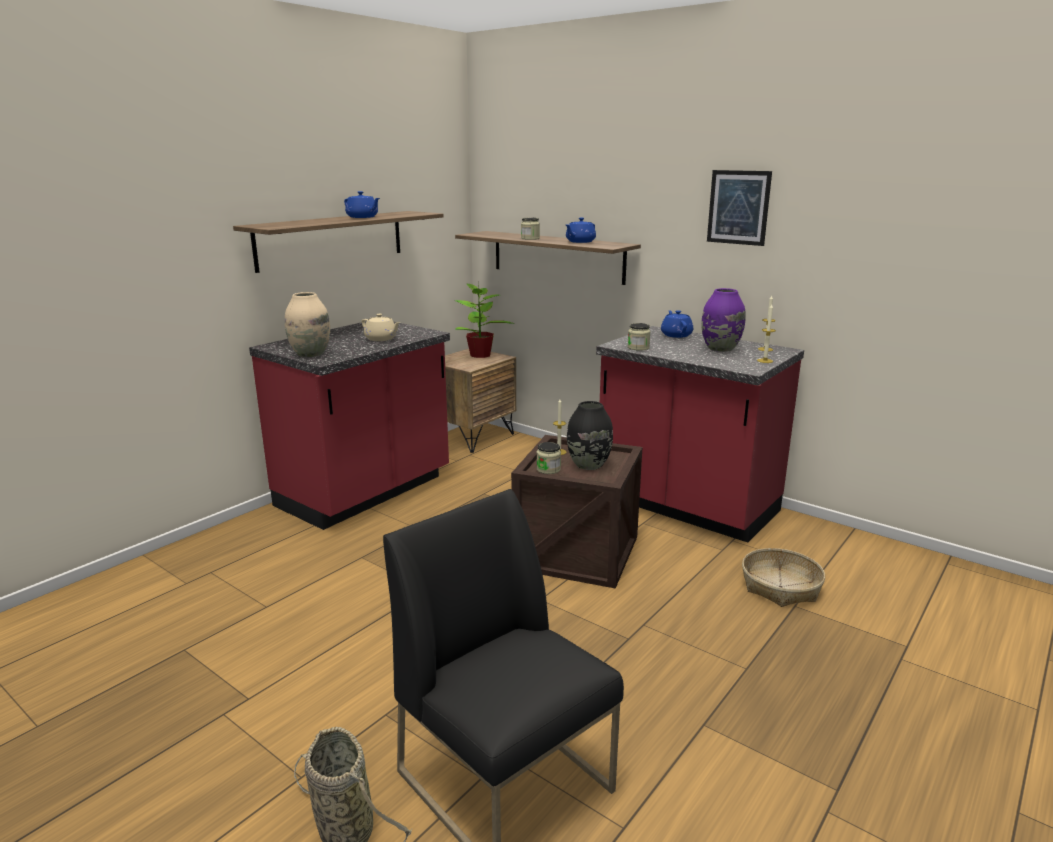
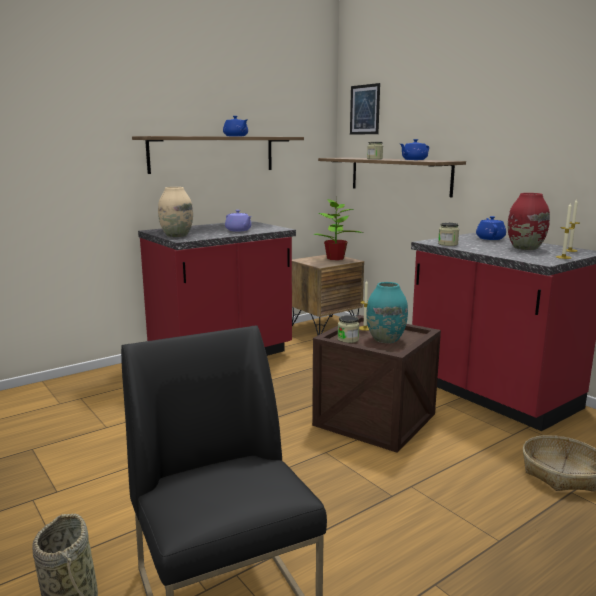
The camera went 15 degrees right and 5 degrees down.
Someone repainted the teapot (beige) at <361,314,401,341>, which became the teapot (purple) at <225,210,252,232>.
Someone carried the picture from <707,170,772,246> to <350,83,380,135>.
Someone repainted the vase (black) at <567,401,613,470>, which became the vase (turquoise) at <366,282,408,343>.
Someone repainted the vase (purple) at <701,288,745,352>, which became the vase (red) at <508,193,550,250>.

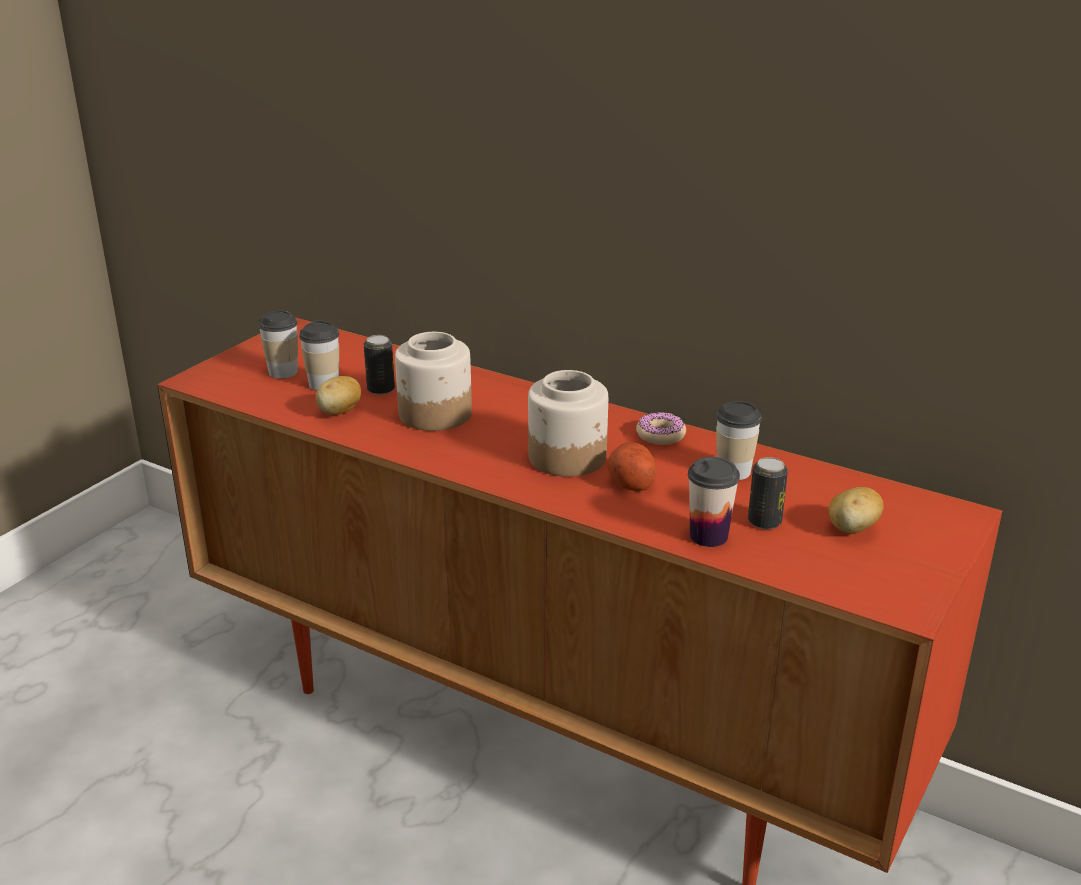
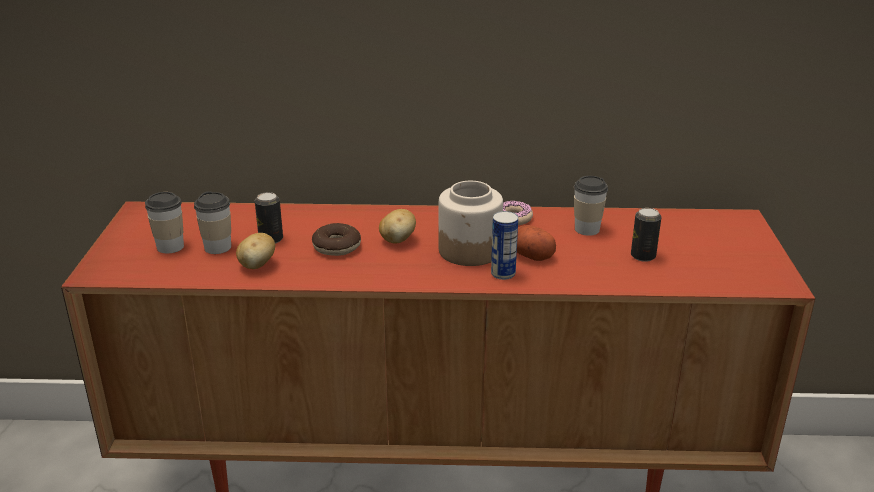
The camera went 30 degrees left and 0 degrees up.
Someone swapped the jar at <395,332,472,431> for the donut at <312,223,361,256>.
Someone carried the potato from <828,487,884,534> to <379,209,416,244>.
Someone put down the can at <491,211,518,280>.
Someone took away the cup at <688,457,740,547>.

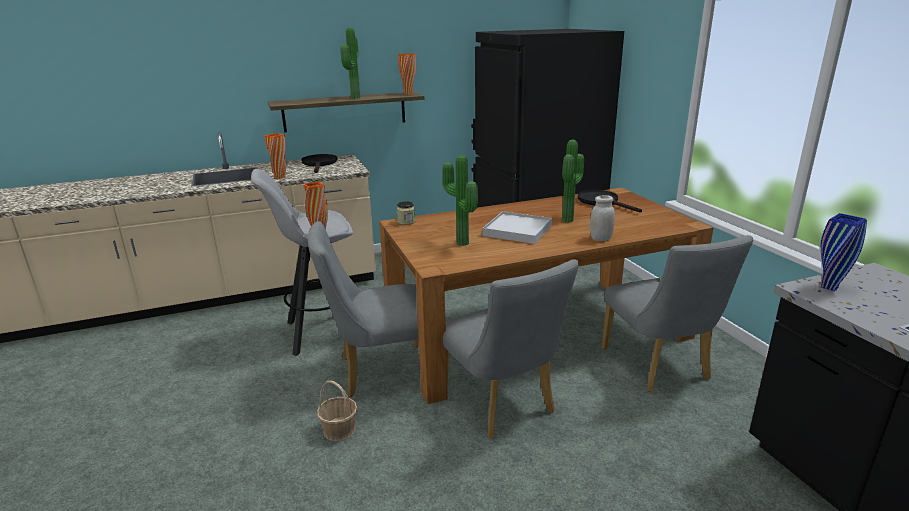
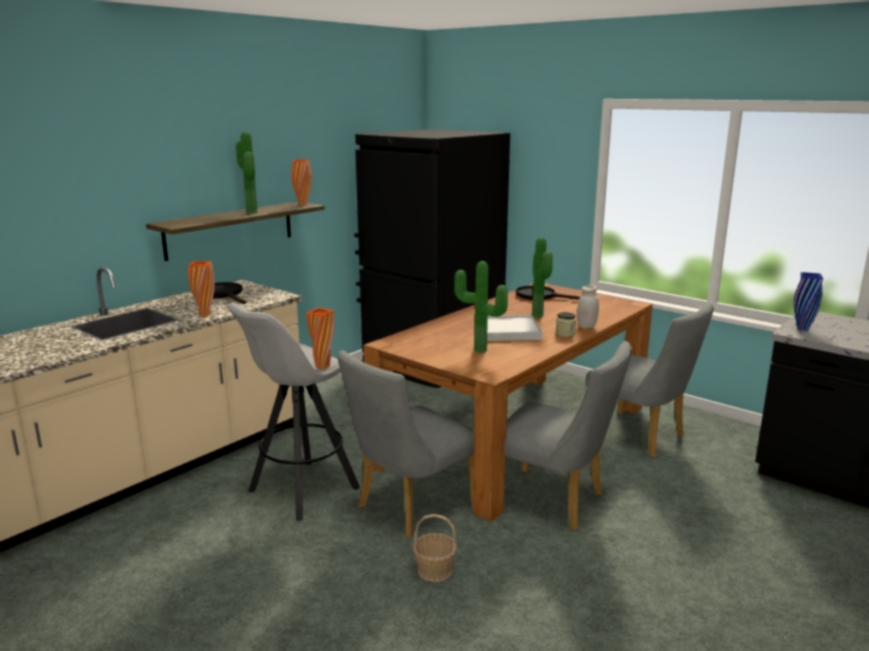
The camera went 30 degrees left and 5 degrees down.
Someone carried the jar from <397,201,415,225> to <556,312,576,337>.

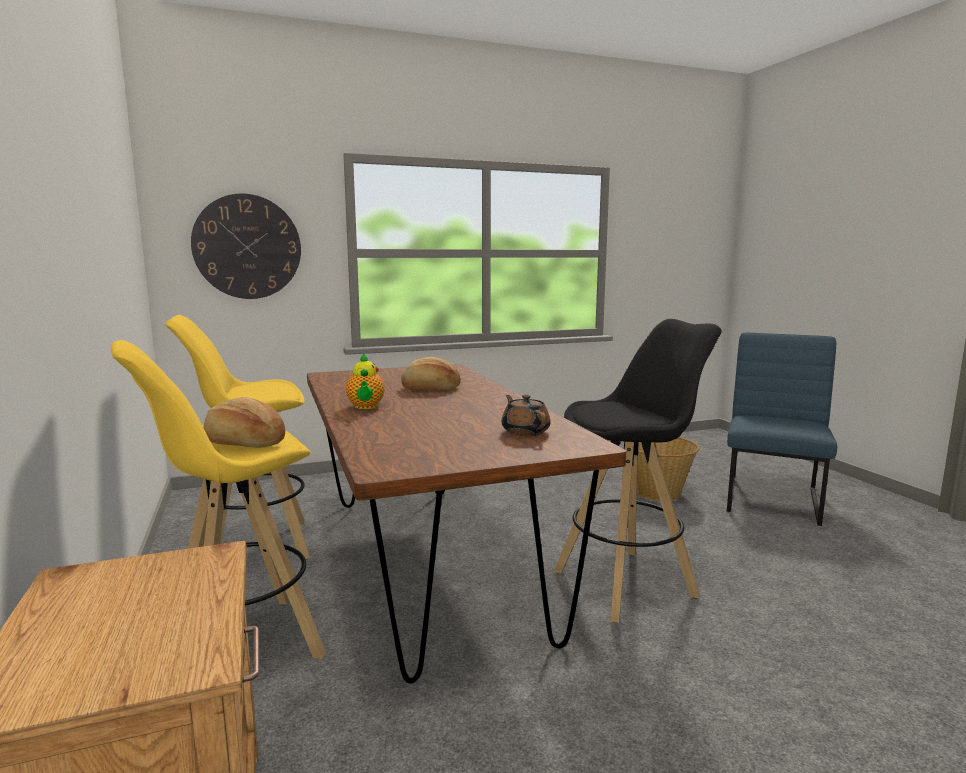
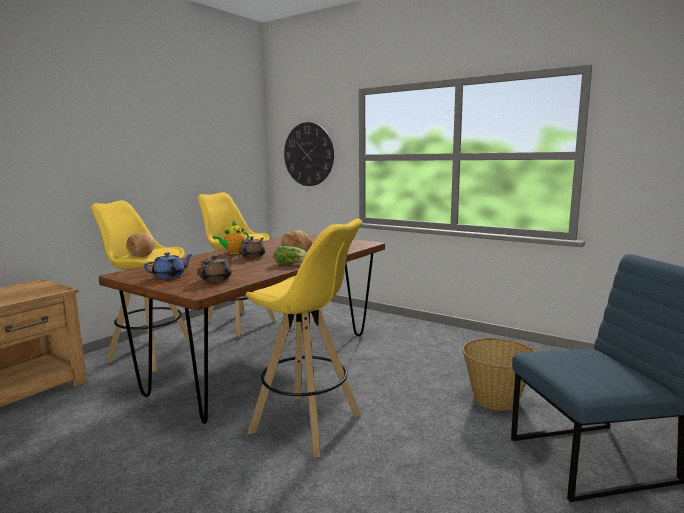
The camera went 55 degrees right and 0 degrees up.
Someone put down the teapot (blue) at <144,252,193,279>.
Someone put down the teapot (brown) at <239,236,265,258>.
Someone repainted the stool (black) at <554,319,722,623>, which became the stool (yellow) at <246,219,363,458>.
Someone put down the lettuce at <274,246,307,264>.

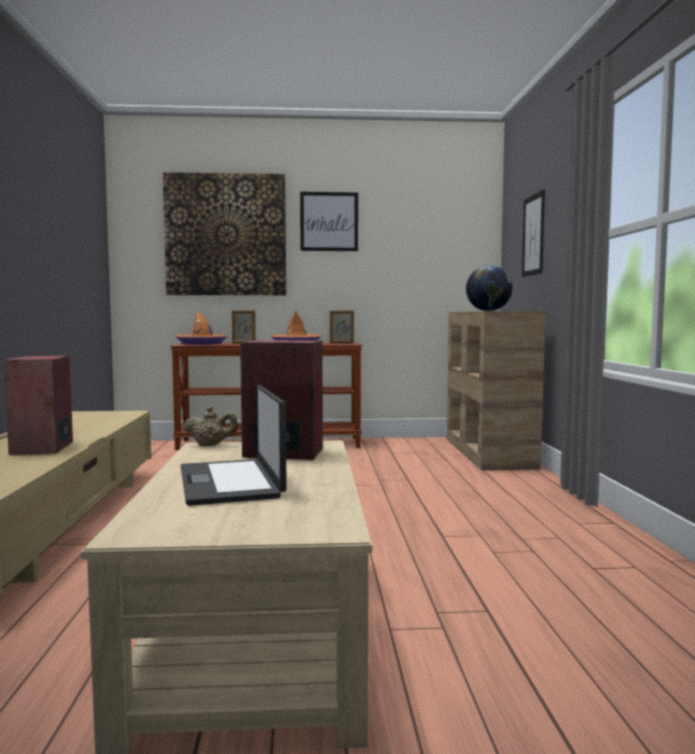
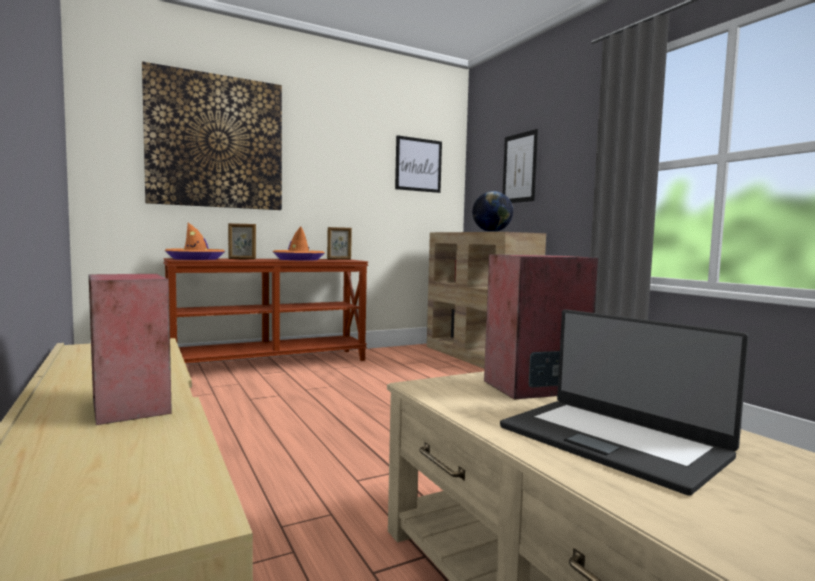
The camera went 25 degrees left and 0 degrees up.
Someone carried the picture from <300,192,358,251> to <395,135,442,193>.
Someone took away the teapot (beige) at <184,406,238,446>.

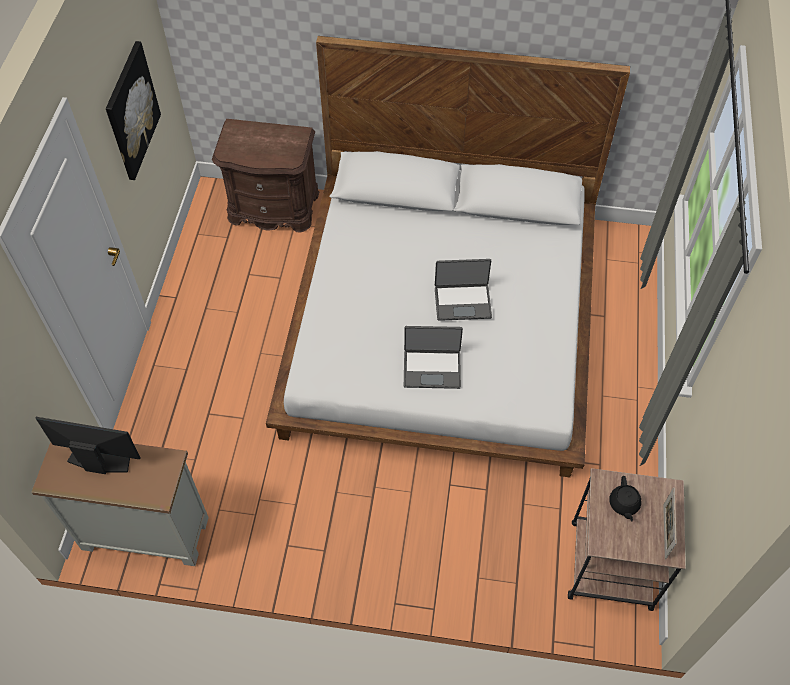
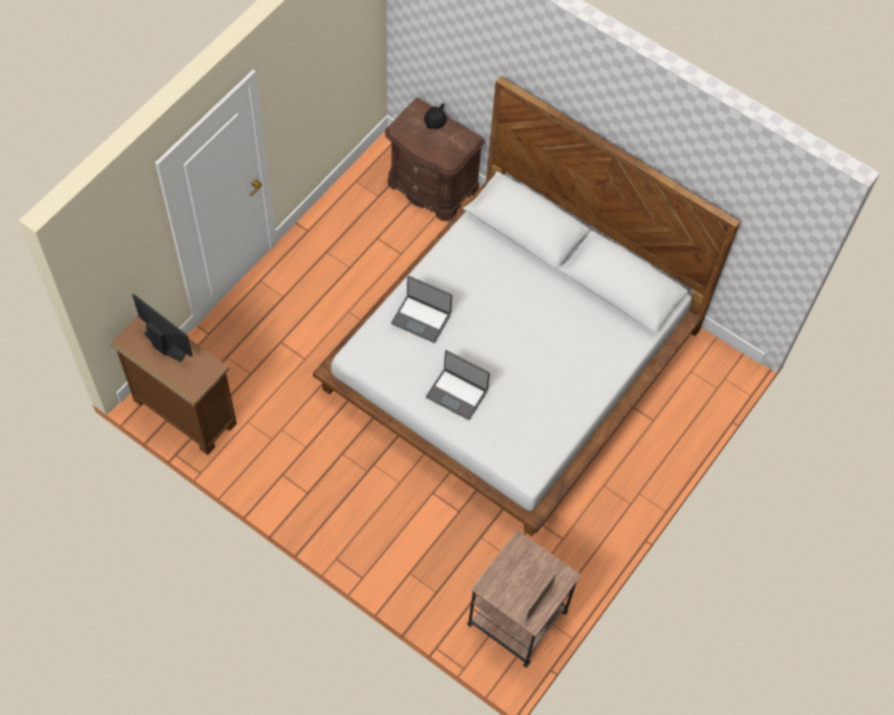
The camera went 25 degrees right and 5 degrees up.
Someone repainted the dresser (white) at <31,442,209,566>, which became the dresser (brown) at <110,315,237,455>.
Someone carried the laptop from <435,259,492,321> to <391,276,452,343>.
Someone carried the teapot (black) from <610,476,641,521> to <424,104,447,129>.
Someone took away the picture at <106,41,161,180>.

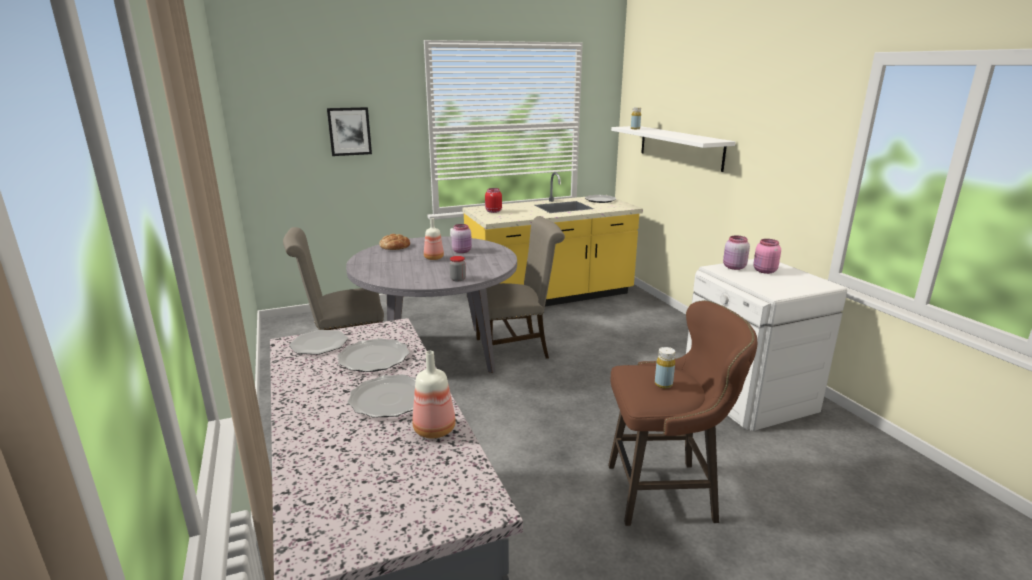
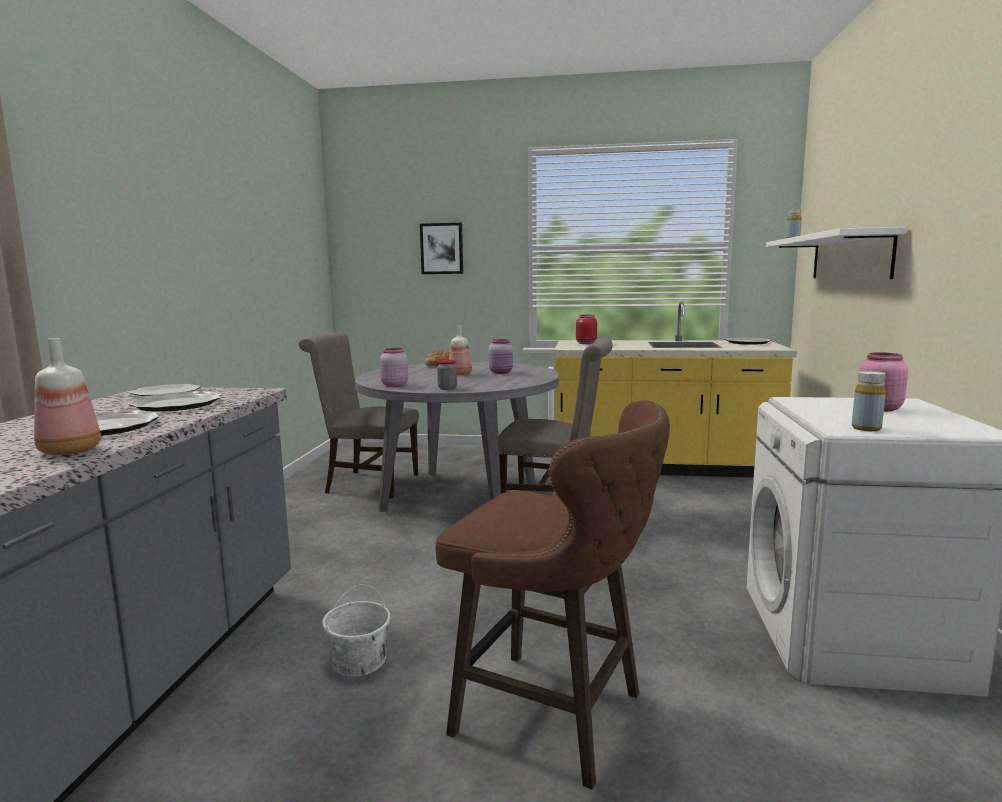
The camera went 30 degrees right and 10 degrees down.
Someone put down the bucket (white) at <322,584,391,677>.
Someone carried the jar (pink) from <723,236,750,270> to <380,348,408,387>.
Someone carried the bottle (yellow) from <655,347,675,388> to <852,371,886,431>.

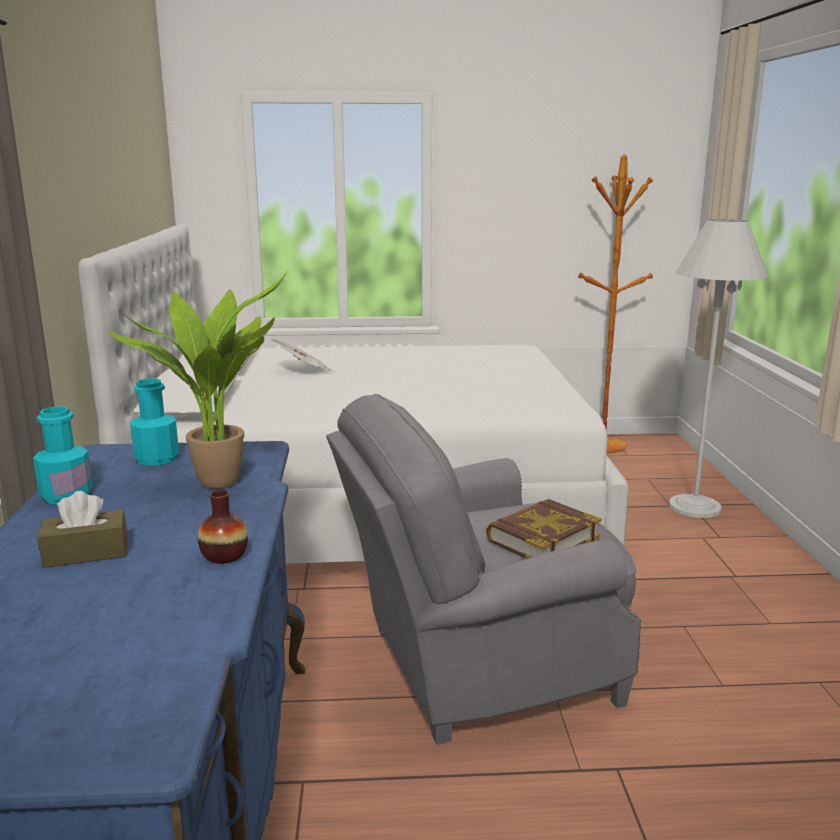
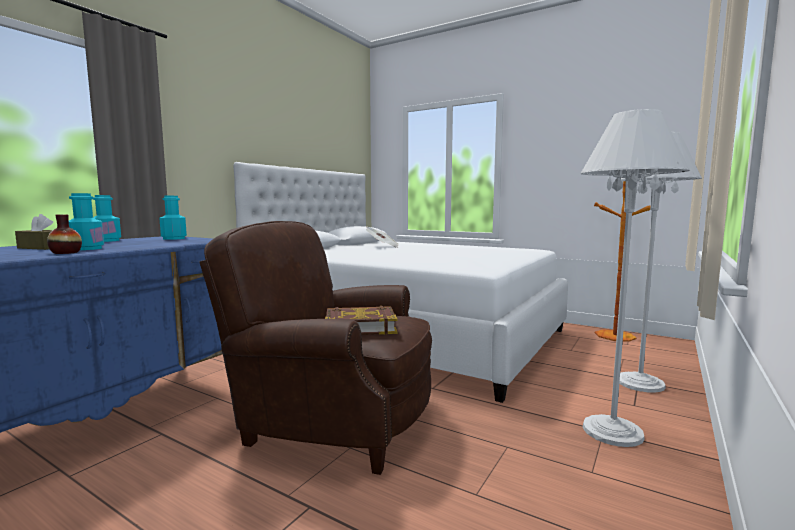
The camera went 35 degrees right and 10 degrees down.
Someone put down the bottle (turquoise) at <69,193,104,250>.
Someone repainted the armchair (grey) at <326,394,641,745>, which became the armchair (brown) at <200,221,432,475>.
Someone put down the floor lamp (white) at <580,109,690,447>.
Someone took away the potted plant at <108,272,287,489>.

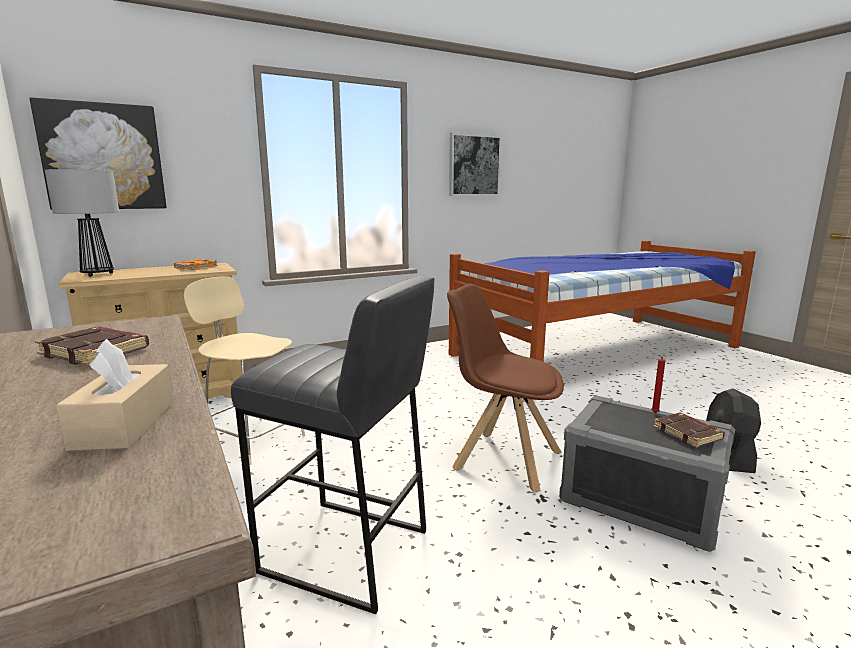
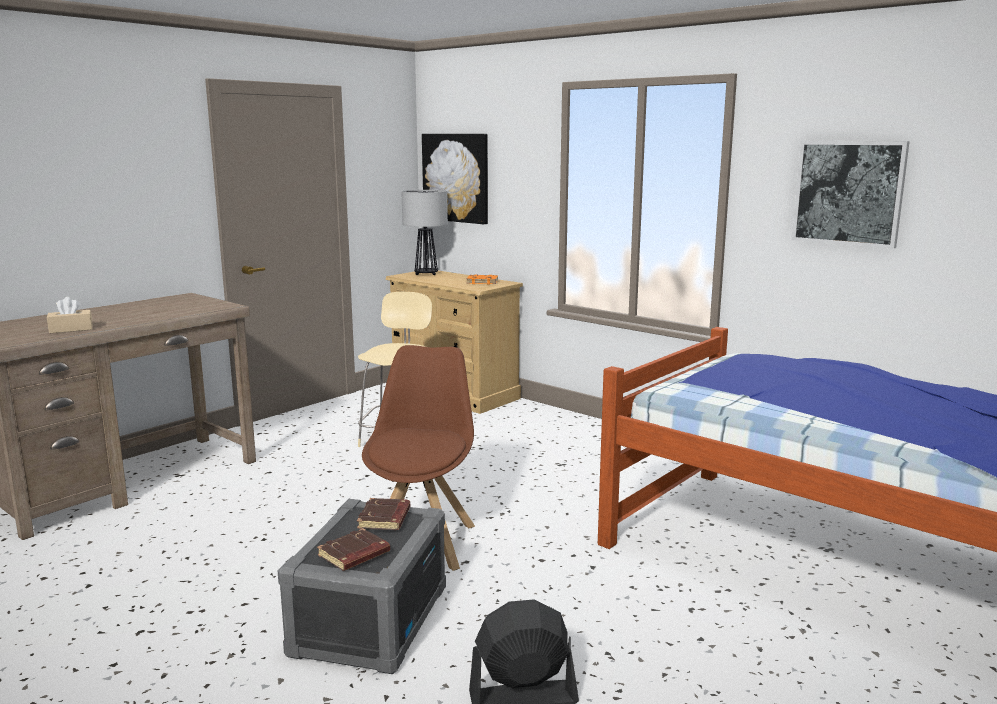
The camera went 70 degrees right and 0 degrees up.
Someone carried the book (brown) from <35,327,149,365> to <357,498,410,530>.
Someone took away the stool (grey) at <231,275,435,614>.
Someone took away the candle (red) at <651,355,665,413>.

